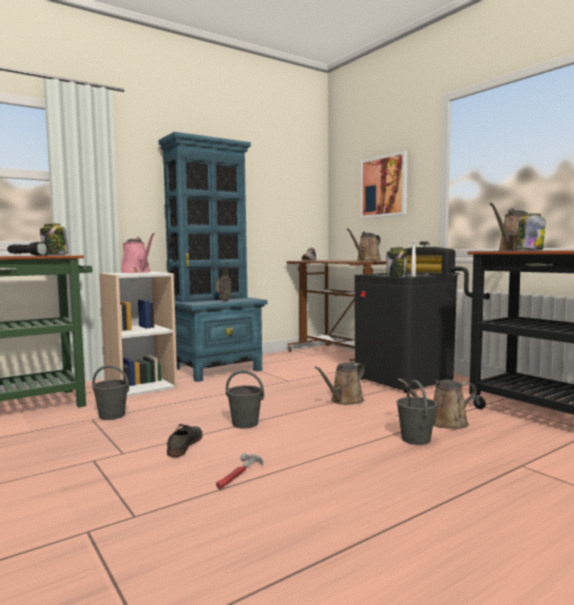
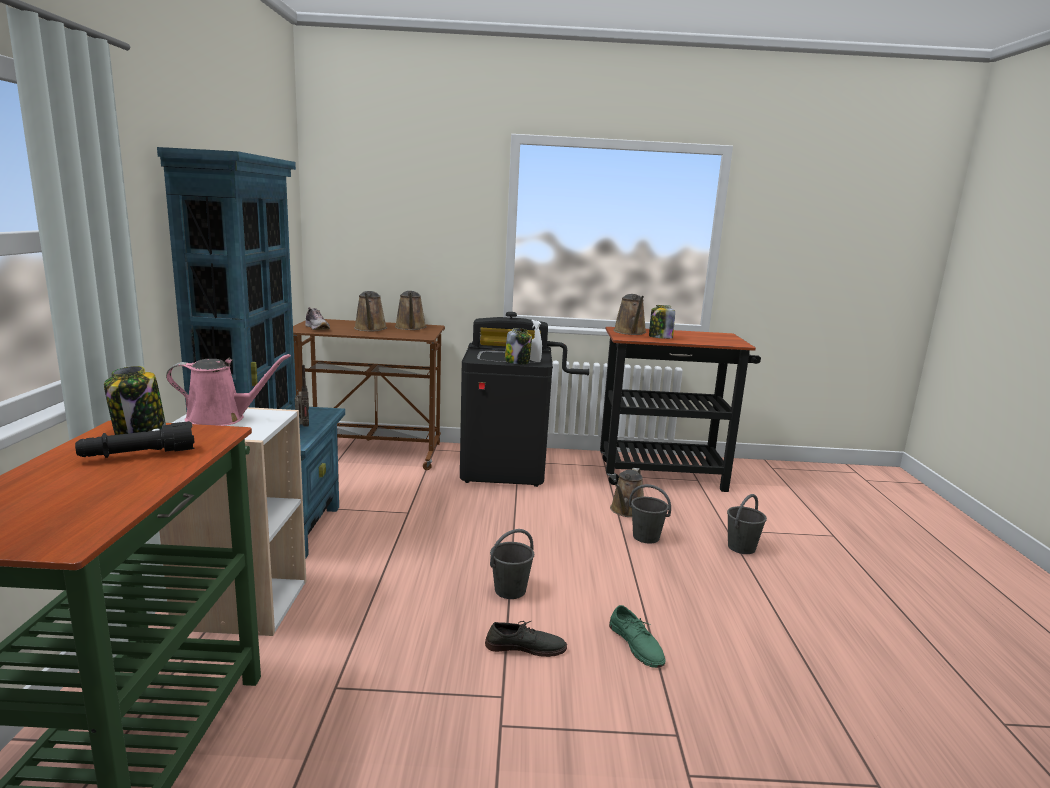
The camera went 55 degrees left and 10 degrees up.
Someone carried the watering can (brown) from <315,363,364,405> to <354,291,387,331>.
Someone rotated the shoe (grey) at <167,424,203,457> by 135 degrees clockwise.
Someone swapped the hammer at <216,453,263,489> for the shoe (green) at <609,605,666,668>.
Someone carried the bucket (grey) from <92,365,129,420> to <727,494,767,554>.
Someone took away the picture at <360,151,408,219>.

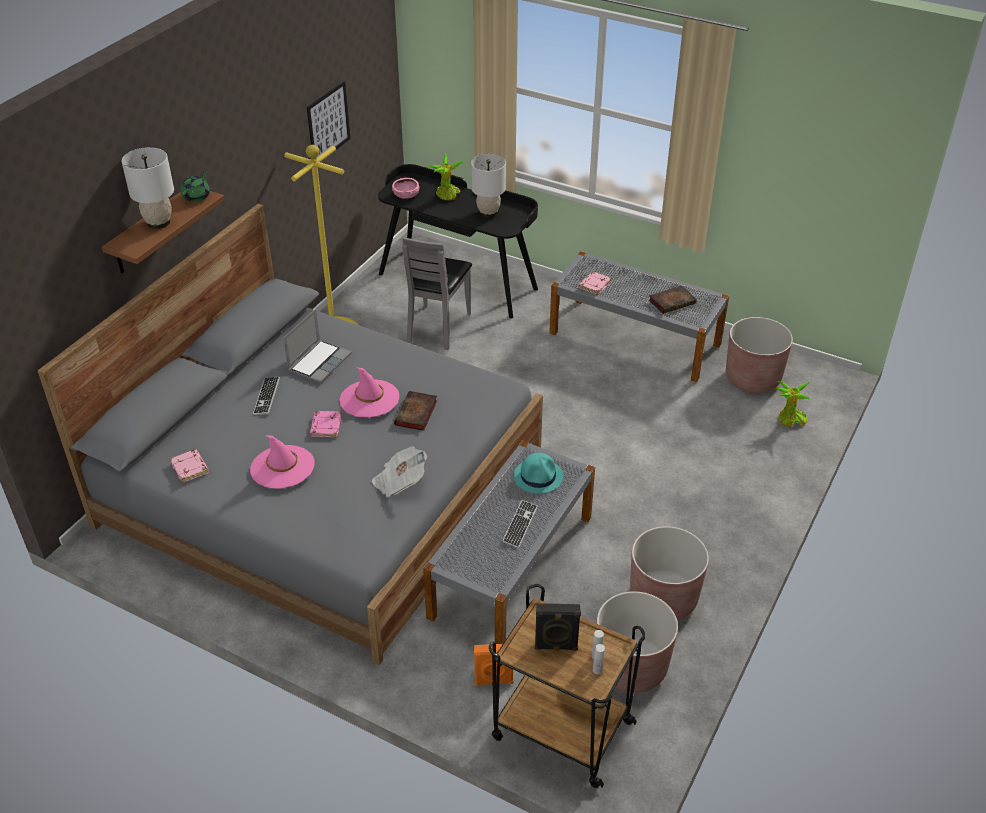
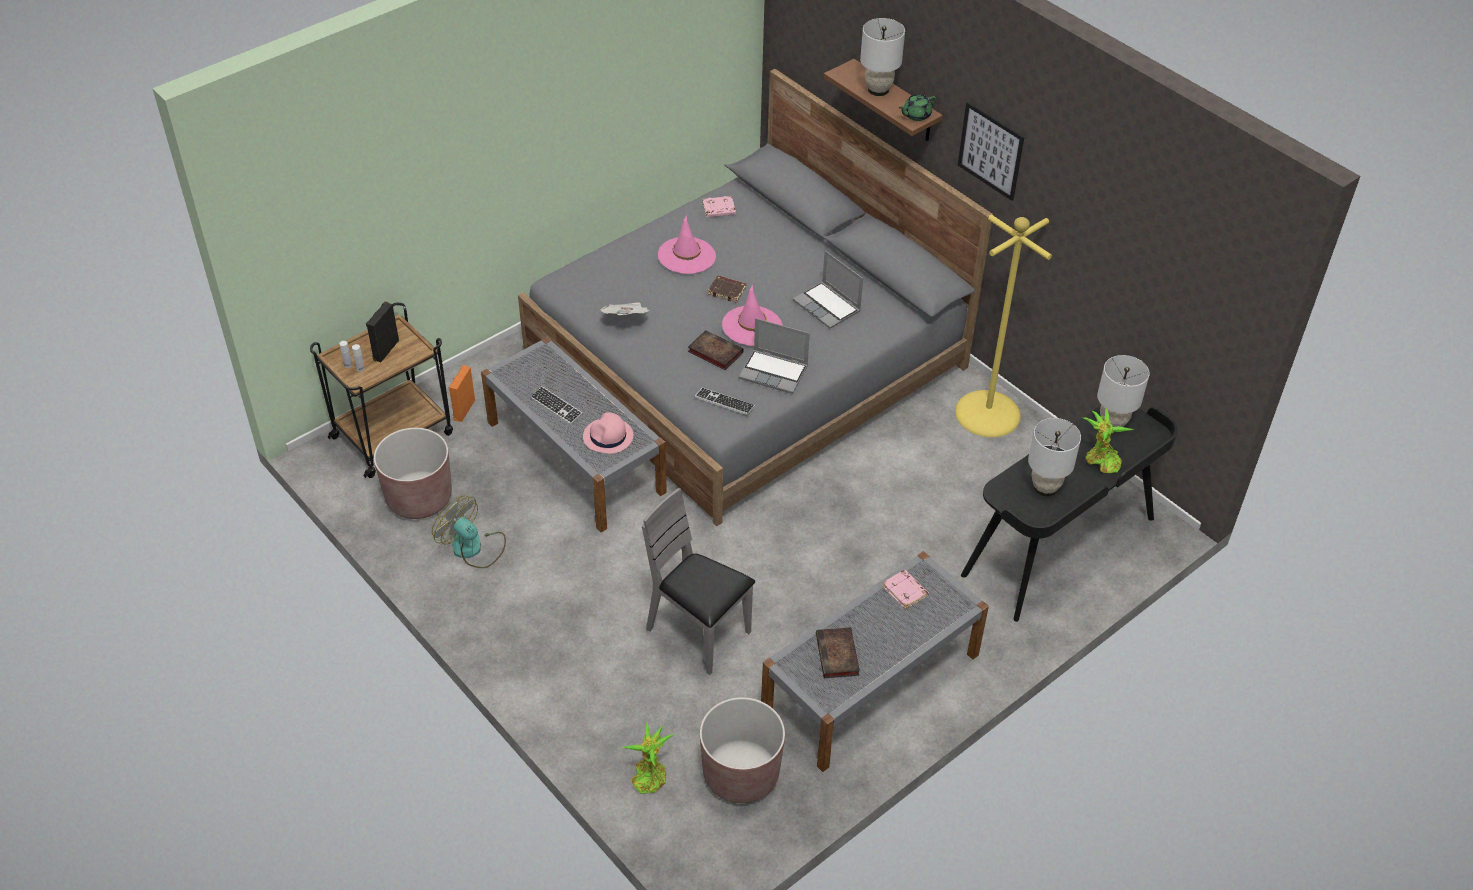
The camera went 110 degrees right and 5 degrees up.
Someone swapped the planter (brown) at <630,526,709,620> for the fan at <432,495,506,568>.
Someone repainted the hat (turquoise) at <514,453,563,494>, which became the hat (pink) at <583,412,633,454>.
Someone carried the chair (grey) from <402,237,472,350> to <642,488,755,675>.
Someone carried the keyboard from <253,377,280,415> to <695,387,755,415>.
Someone repainted the book (pink) at <310,411,341,437>, which became the book (brown) at <708,276,746,303>.
Someone put down the laptop at <739,318,810,394>.
Someone rotated the teapot (green) at <181,170,210,202> by 105 degrees clockwise.
Someone carried the picture from <307,81,350,158> to <958,102,1024,201>.
Someone swapped the bowl (pink) at <392,178,419,199> for the table lamp (white) at <1097,355,1150,432>.

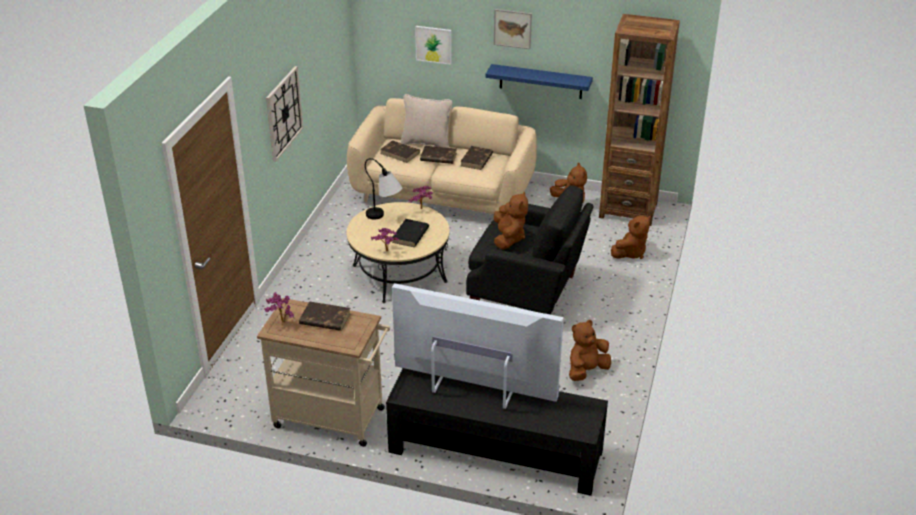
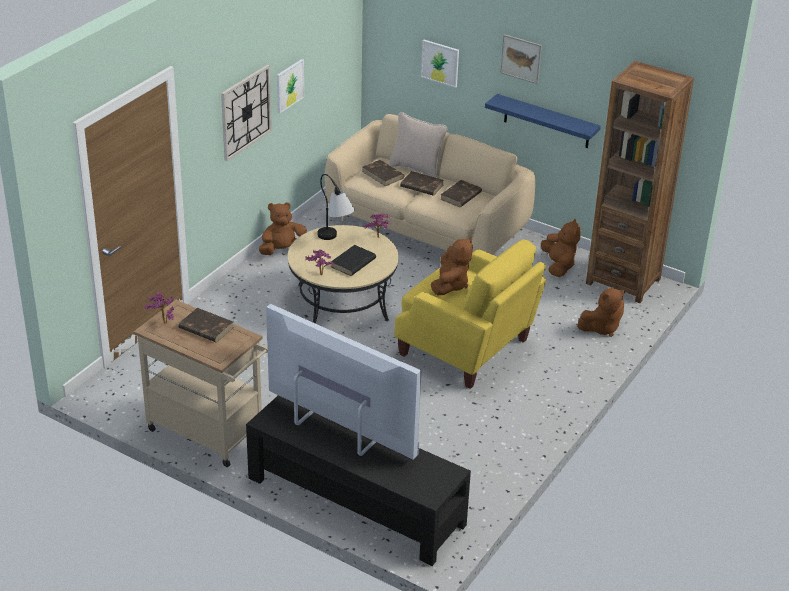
The camera went 15 degrees right and 0 degrees up.
Someone carried the plush toy (brown) from <569,320,611,381> to <259,202,307,255>.
Someone put up the picture at <277,59,304,113>.
Someone repainted the armchair (black) at <466,185,593,314>, which became the armchair (yellow) at <395,239,546,389>.

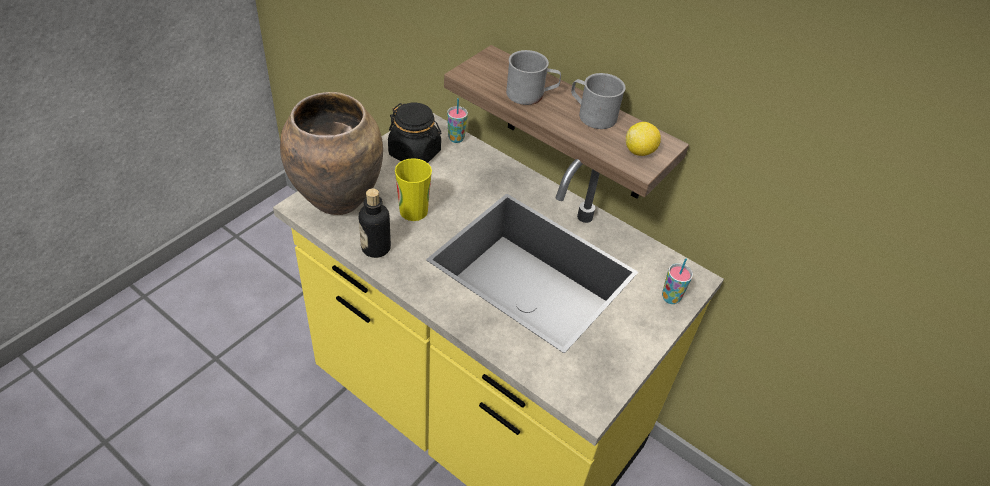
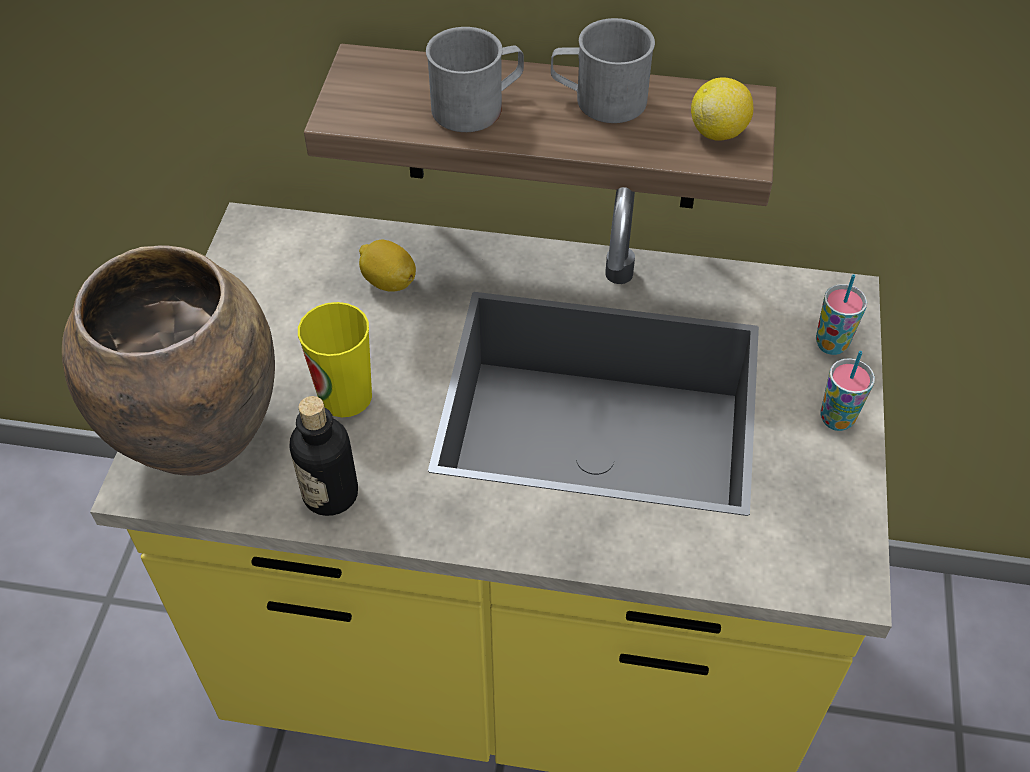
The camera went 25 degrees left and 5 degrees up.
Someone put down the lemon at <359,240,416,291>.
Someone carried the cup from <447,98,468,143> to <820,351,875,431>.
Someone took away the jar (black) at <388,103,441,163>.

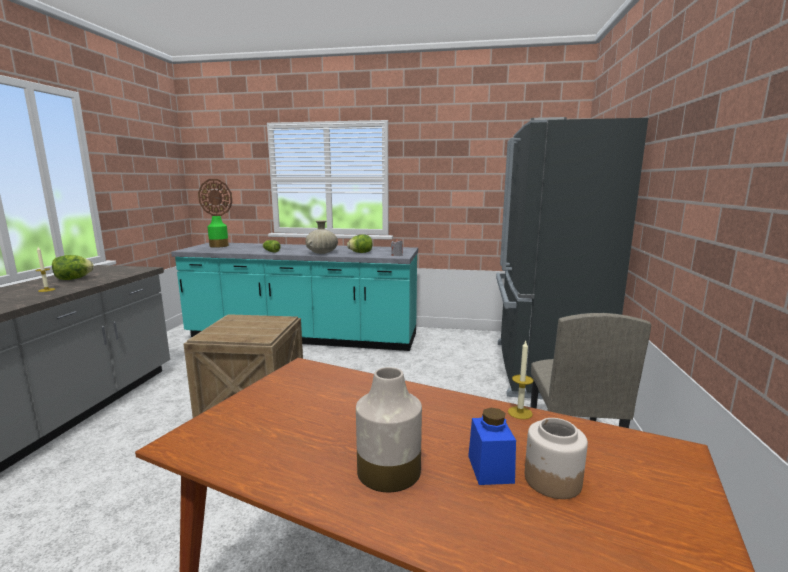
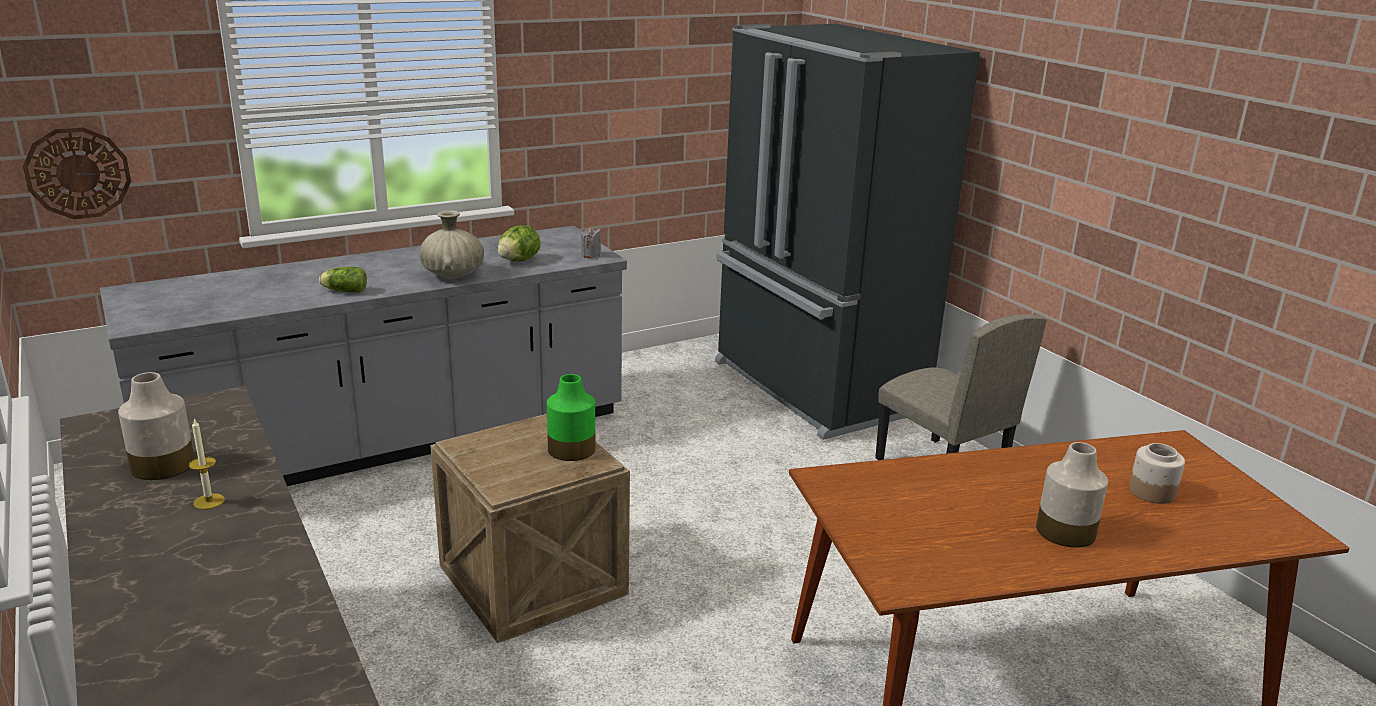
The camera went 40 degrees left and 10 degrees up.
Someone repainted the counter (turquoise) at <171,243,418,351>, which became the counter (grey) at <100,226,627,486>.
Someone swapped the lettuce at <52,255,94,280> for the vase (beige) at <118,372,195,480>.
Someone carried the vase (green) from <207,216,229,248> to <547,374,595,461>.
Someone took away the jar (blue) at <468,408,516,485>.
Someone took away the candle at <508,341,534,419>.

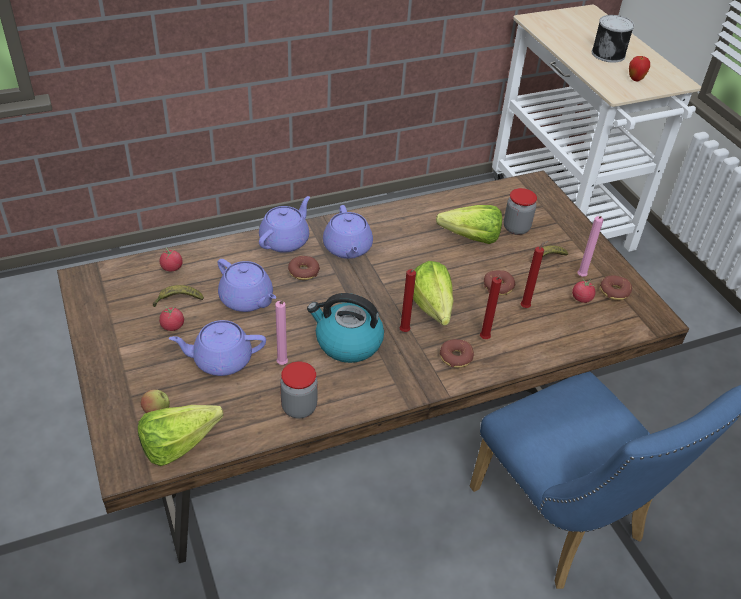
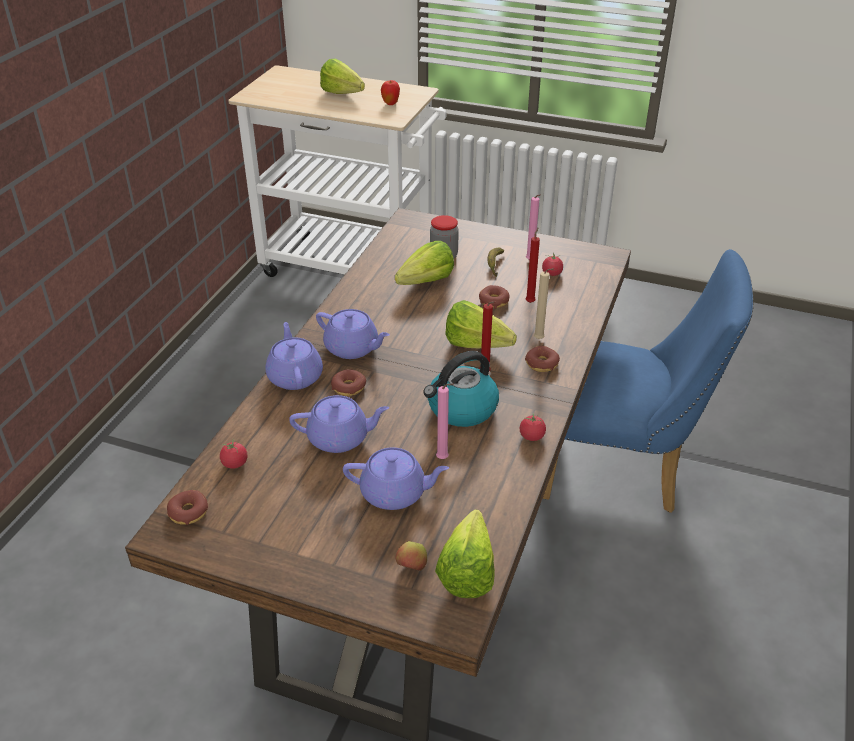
The camera went 45 degrees left and 5 degrees down.
Someone carried the donut from <600,276,632,300> to <167,490,208,525>.
Someone swapped the can at <592,15,634,63> for the lettuce at <320,59,365,94>.
Someone rotated the teapot (purple) at <169,320,266,376> by 120 degrees counterclockwise.
Someone carried the tomato from <159,306,184,331> to <520,413,546,441>.
Someone repainted the candle (red) at <480,277,502,339>, which became the candle (beige) at <534,268,554,339>.
Someone took away the banana at <153,285,204,307>.
Someone took away the jar at <280,361,318,419>.

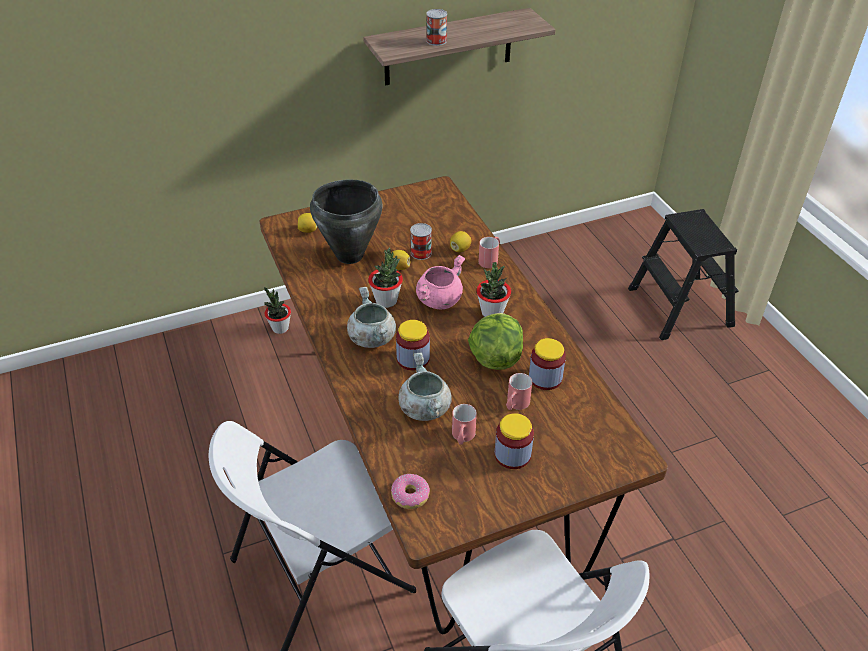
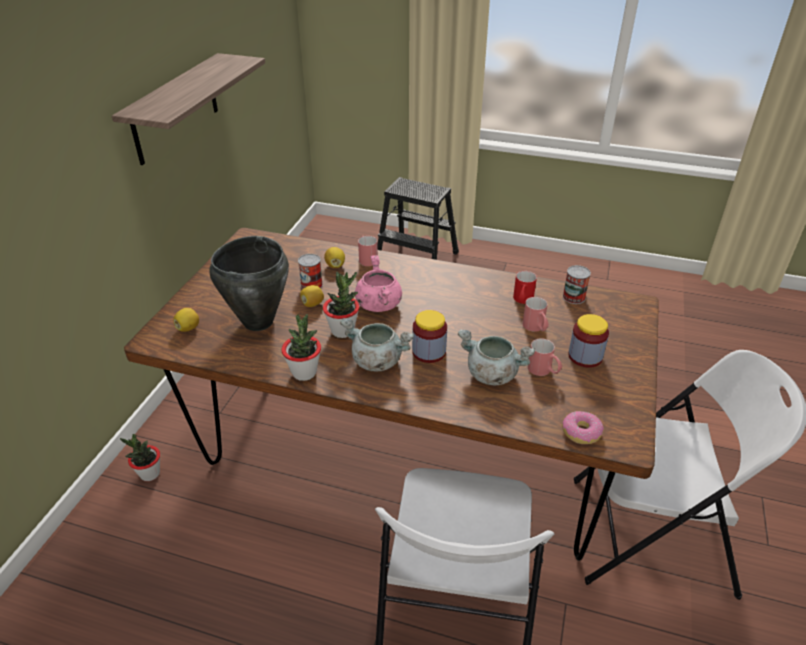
The camera went 50 degrees left and 5 degrees down.
Someone carried the potted plant from <476,262,511,317> to <281,314,321,381>.
Someone swapped the jar at <529,338,566,390> for the mug (red) at <513,271,537,304>.
Someone carried the can from <426,9,447,46> to <563,265,591,304>.
Someone took away the lettuce at <468,313,523,370>.

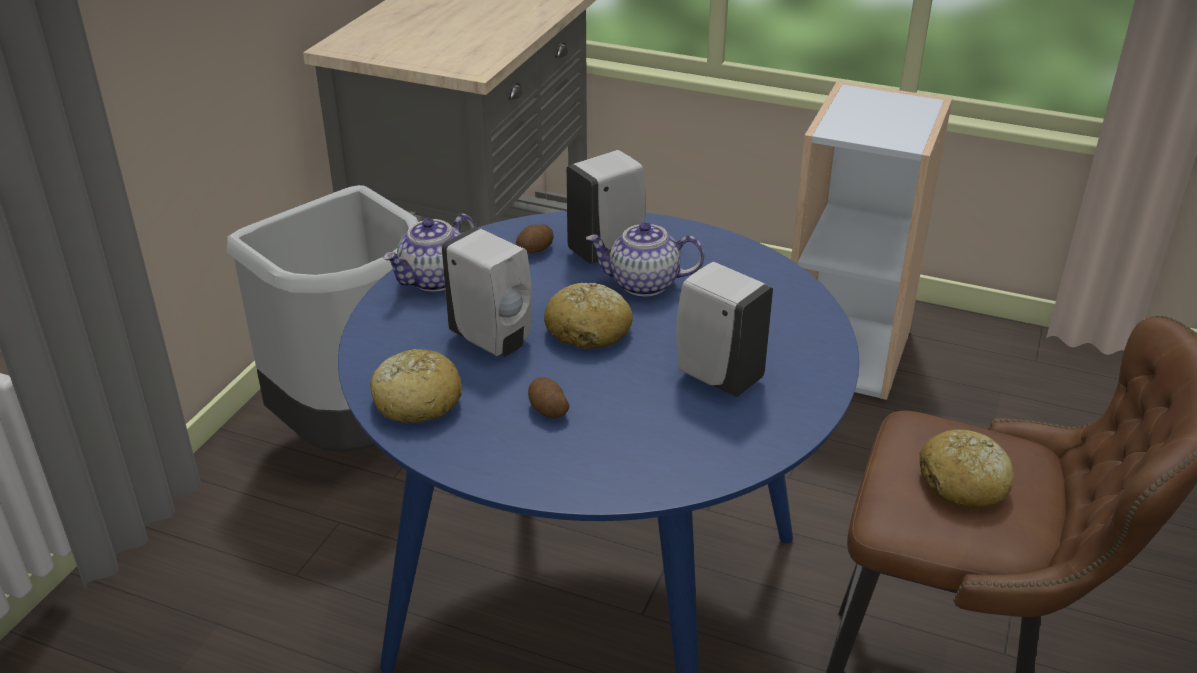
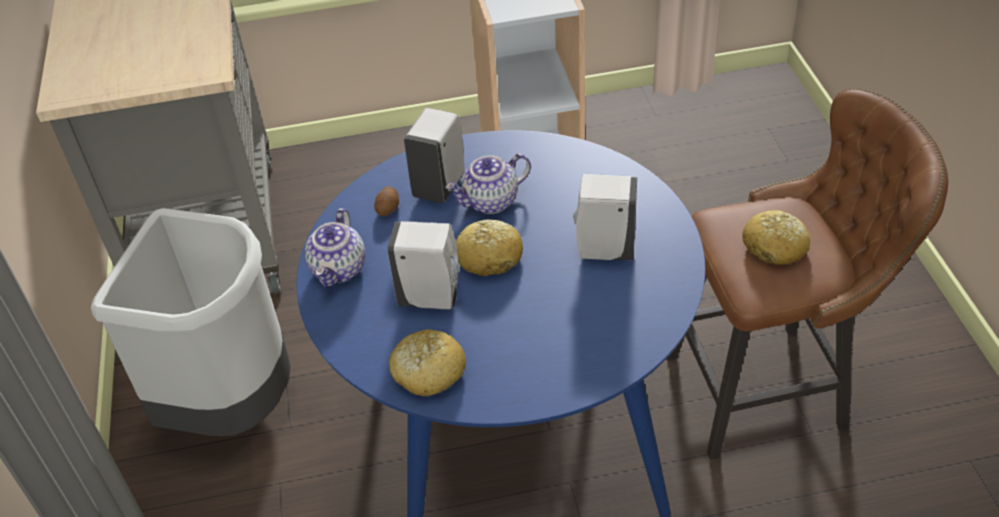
The camera went 30 degrees left and 10 degrees up.
Someone took away the potato at <528,377,569,418>.

